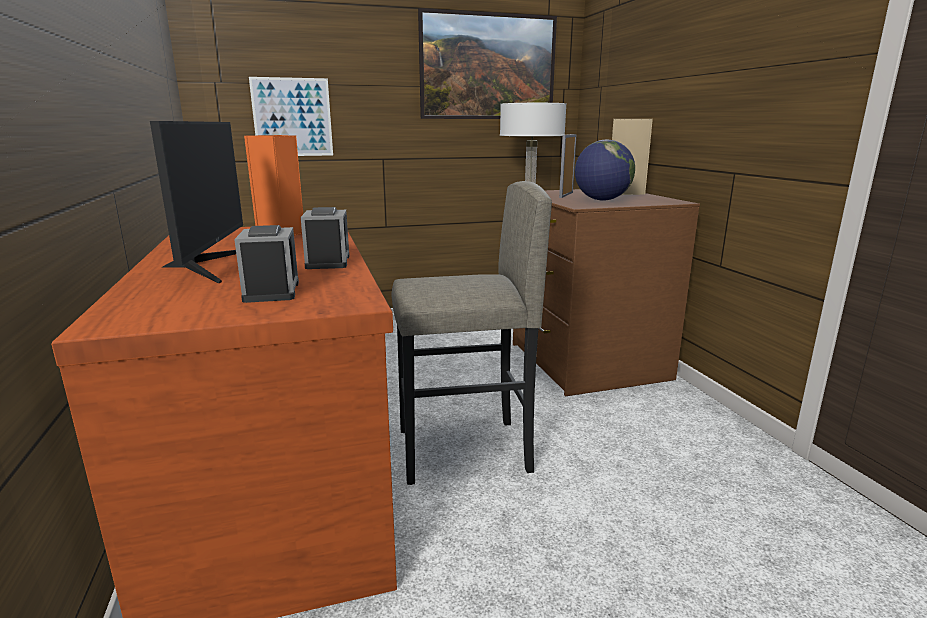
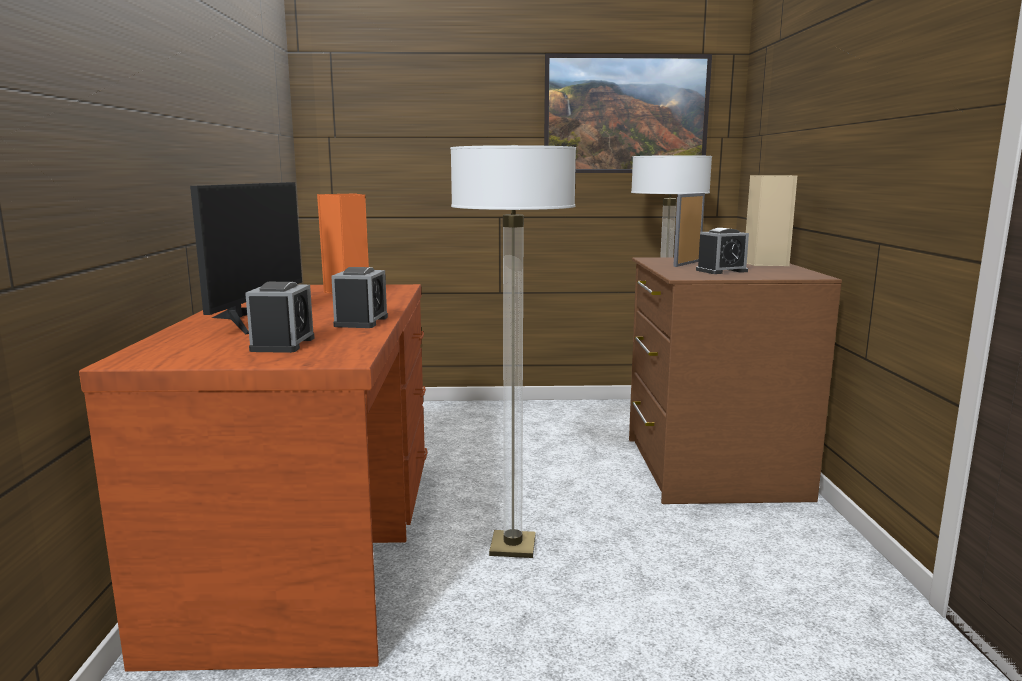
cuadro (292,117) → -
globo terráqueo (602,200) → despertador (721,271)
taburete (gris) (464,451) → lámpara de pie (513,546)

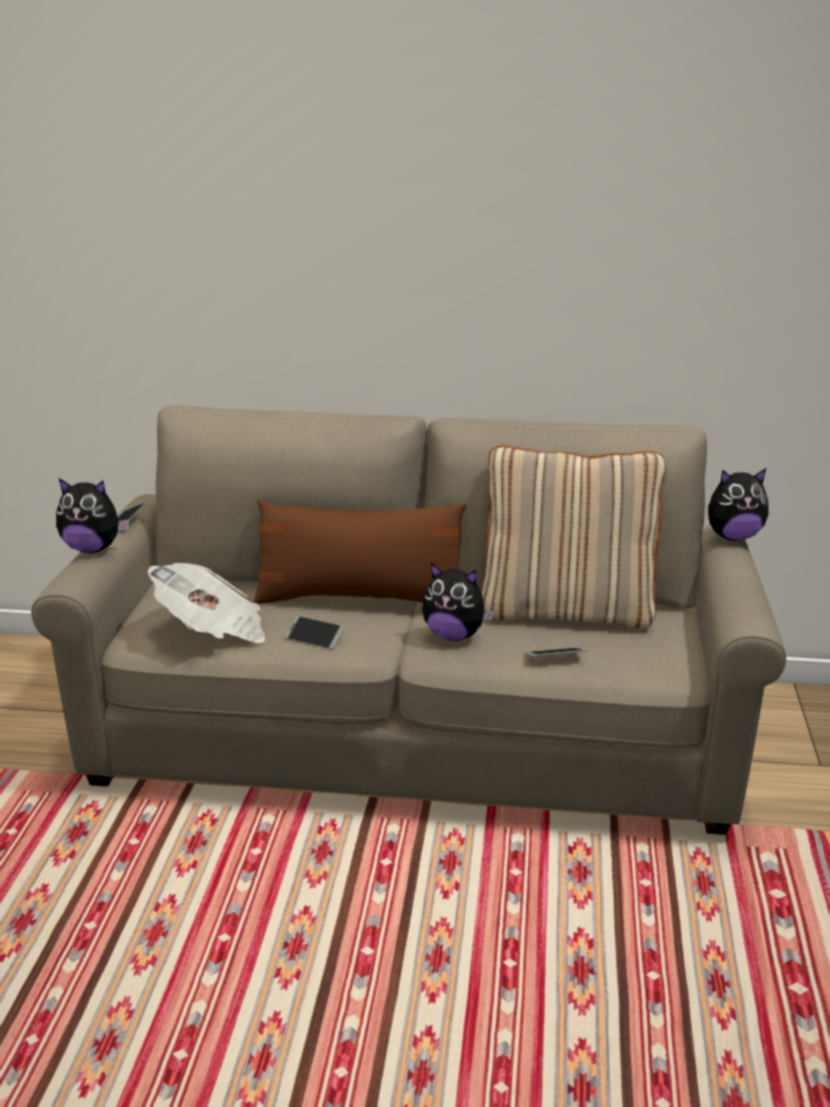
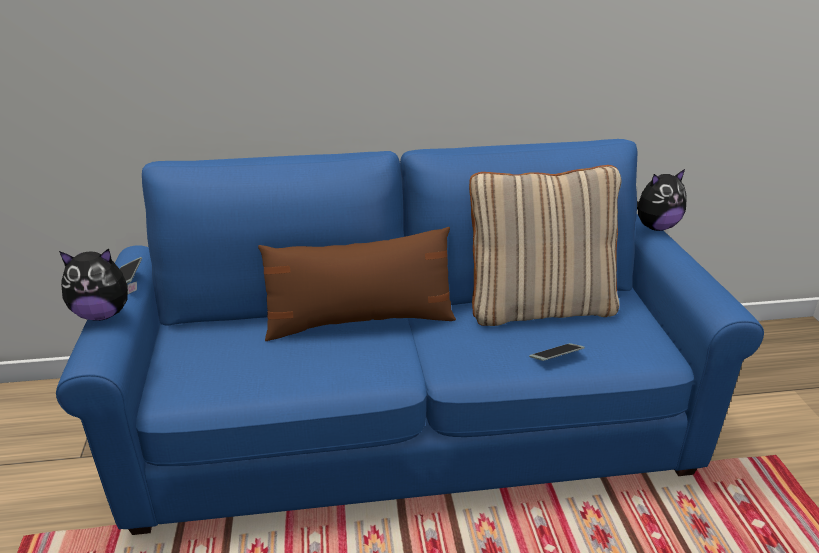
sofá (beis) (415,736) → sofá (azul) (410,425)
periódico (213,630) → -
peluche (454,635) → -
móvil (315,638) → -

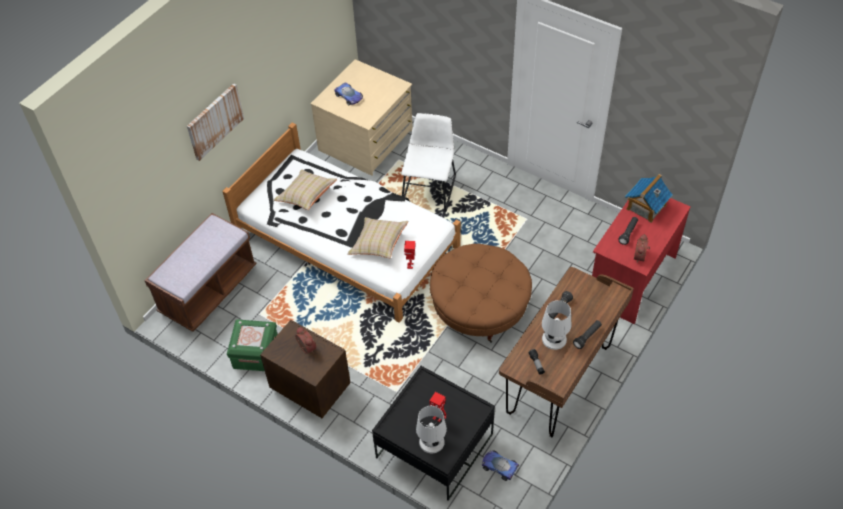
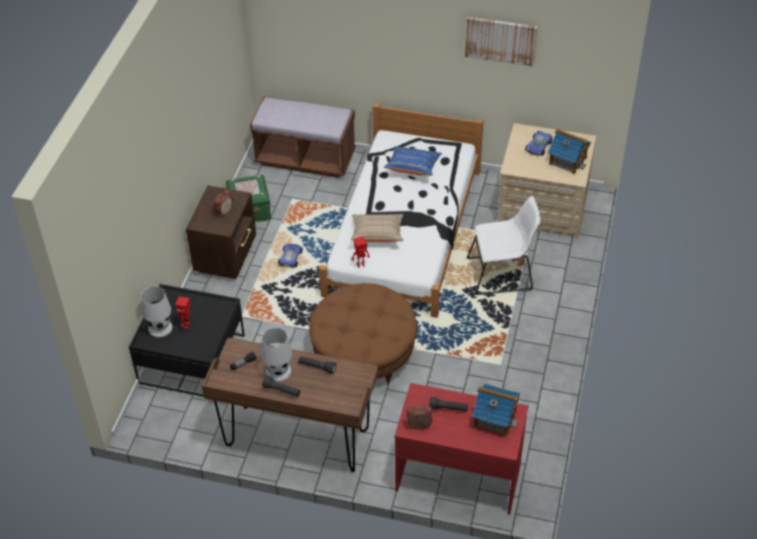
cuadro (214,121) → cuadro (500,40), moved
cojín (beis) (306,196) → cojín (azul) (413,168)
coche de juguete (499,466) → coche de juguete (290,257), moved
- → casita (567,160)

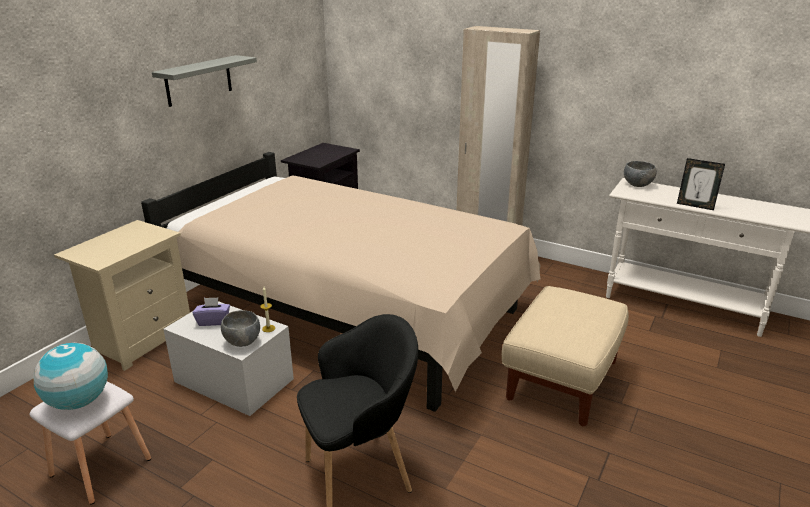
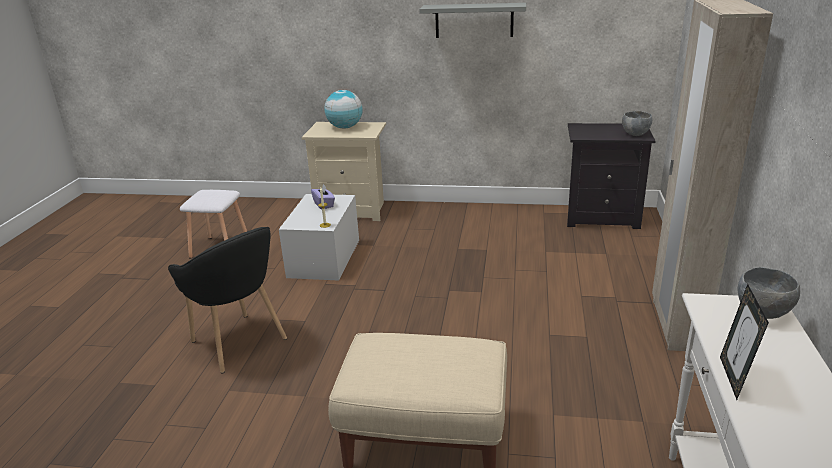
cama (beis) (350,312) → -
cuenco (gris) (242,342) → cuenco (gris) (635,134), moved
globo terráqueo (79,401) → globo terráqueo (345,127), moved

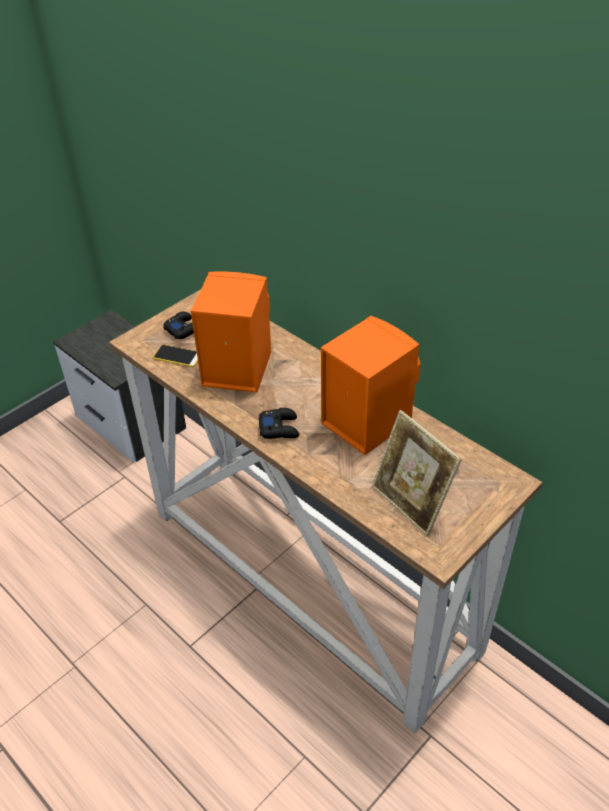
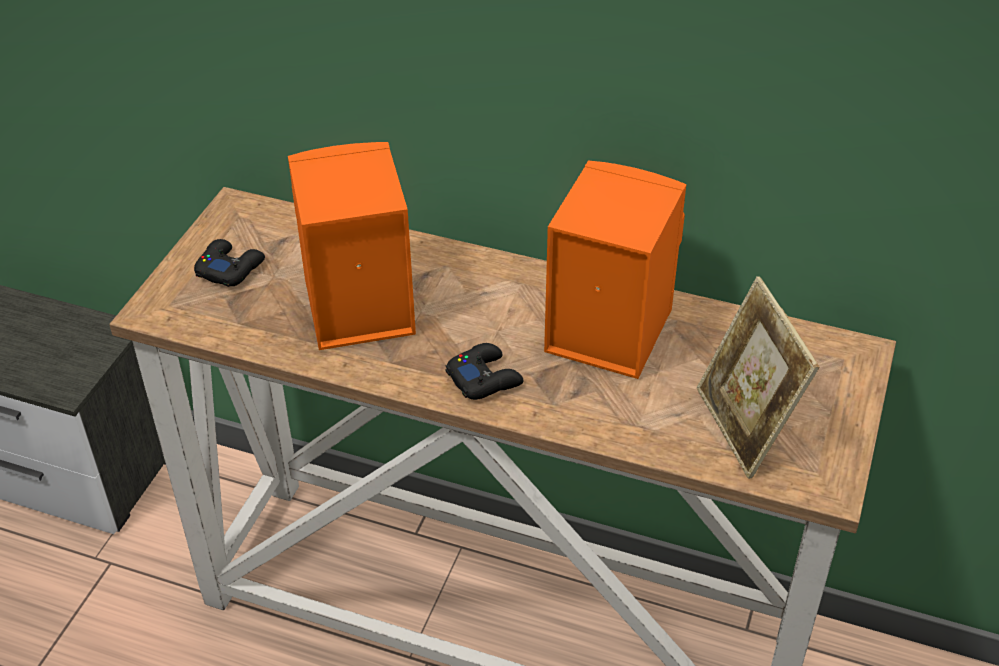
móvil (177,356) → -
portarretratos (410,503) → portarretratos (744,428), 45 degrees clockwise

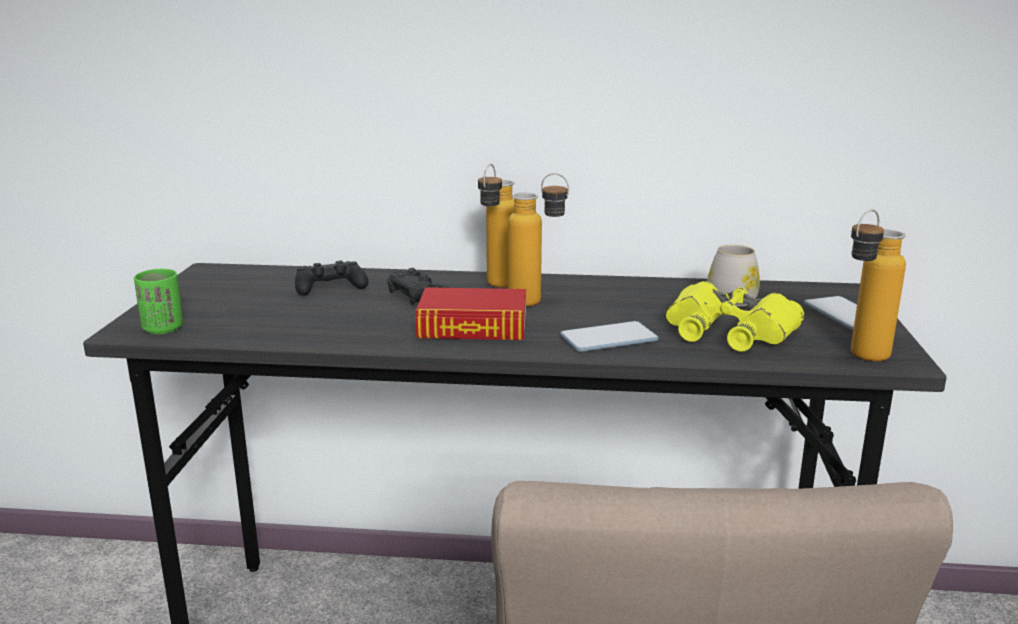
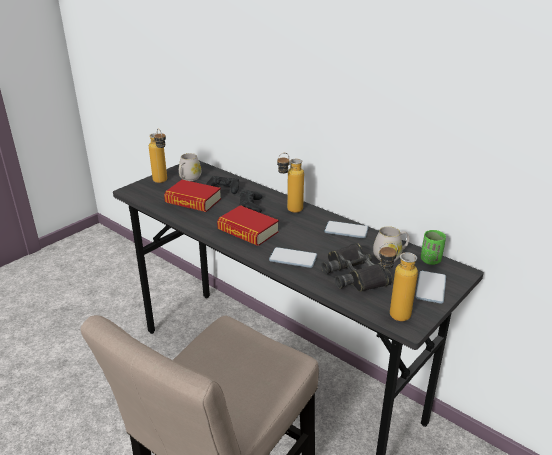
botella (537,303) → botella (162,182), moved
taza (verde) (163,328) → taza (verde) (430,260), moved
prismáticos (amarillo) (729,331) → prismáticos (negro) (354,274)
- → taza grande (blanco) (188,178)
- → libro (193,201)
- → móvil (346,230)

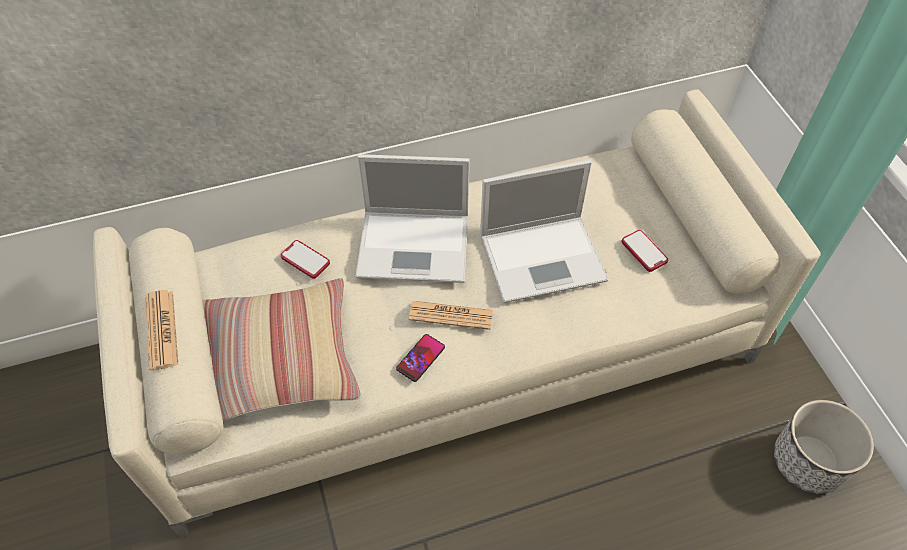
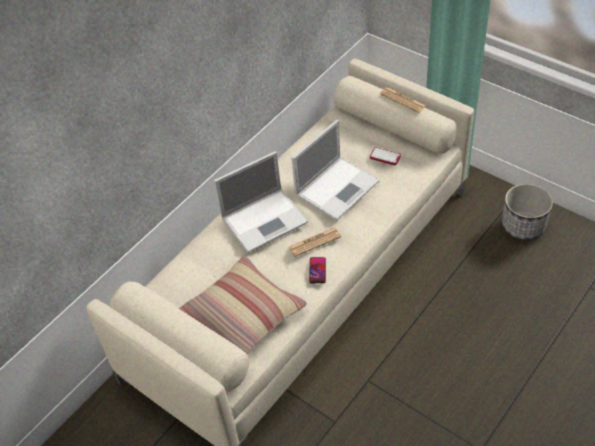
móvil (305,260) → -
periódico (162,330) → periódico (403,100), moved

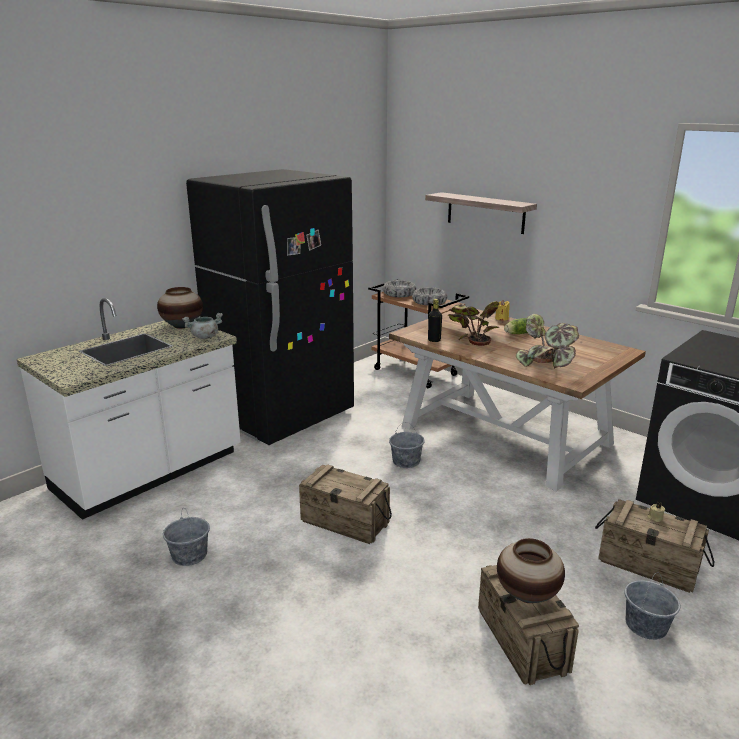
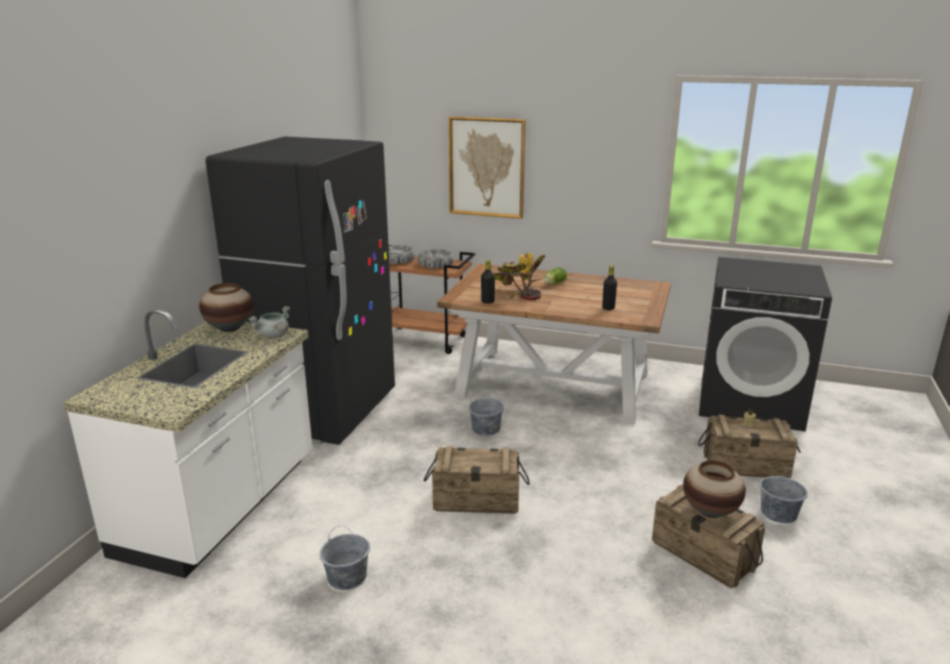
estante (485,213) → cuadro (486,167)
planta en maceta (547,365) → botella (negro) (608,308)

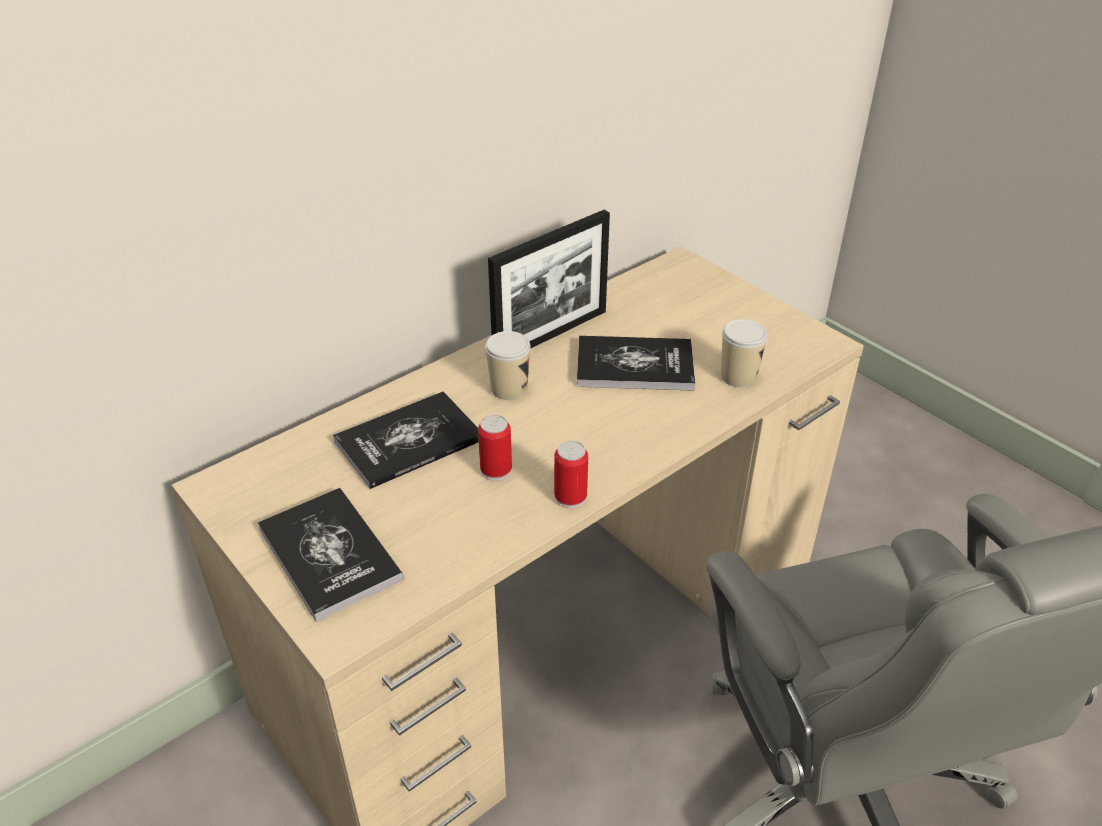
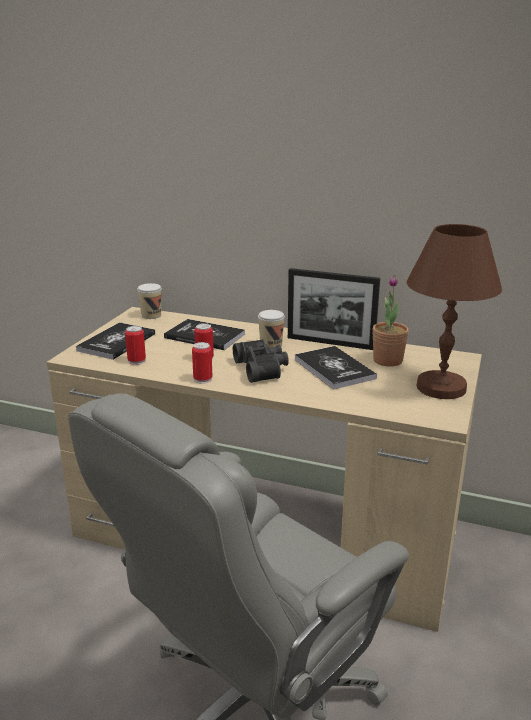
taza (738,376) → taza (151,315), moved
- → lámpara de mesa (marrón) (442,387)
- → planta en maceta (387,360)
- → lata (136,361)
- → prismáticos (negro) (262,368)

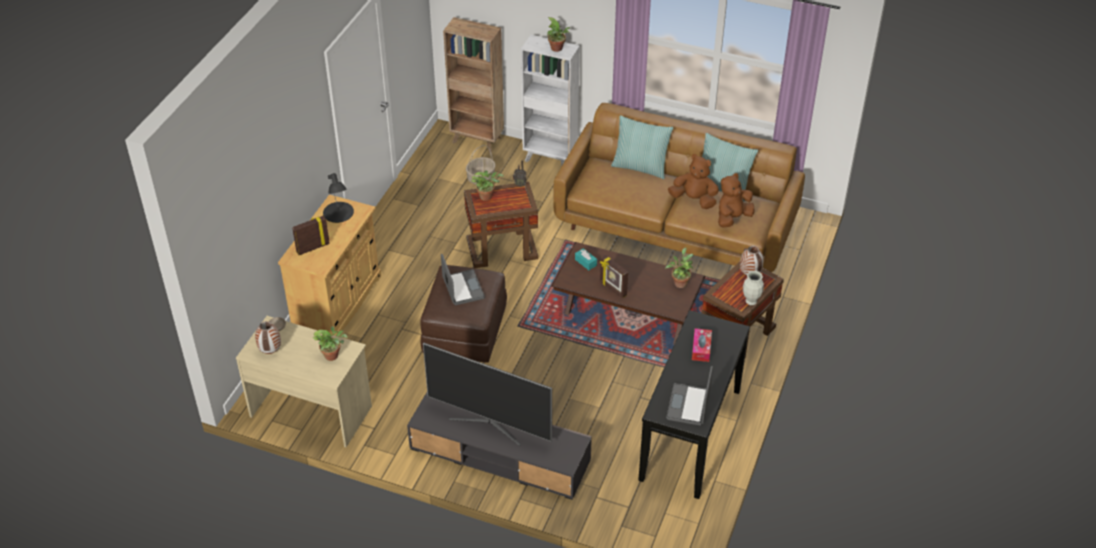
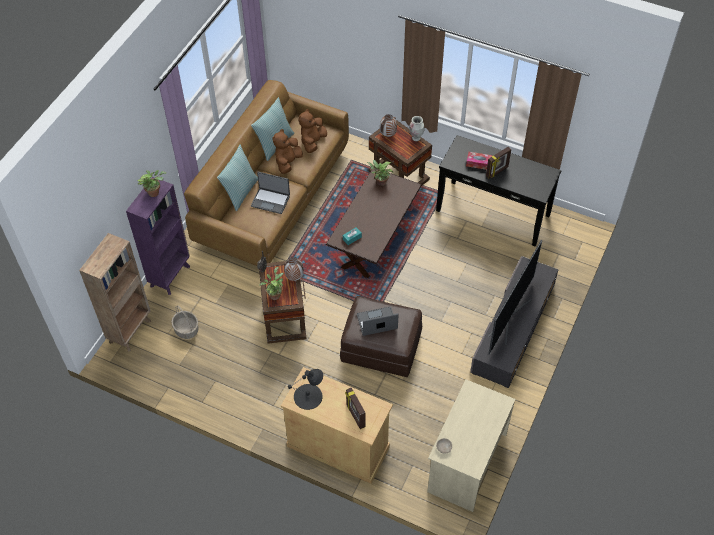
estantería (blanco) (550,159) → estantería (morado) (171,275)
peluche (marrón) (732,218) → peluche (marrón) (313,142), 60 degrees clockwise
portarretratos (612,289) → portarretratos (497,172), moved
florero (270,351) → florero (294,278), moved
planta en maceta (333,355) → -
portátil (689,405) → portátil (270,200), moved

